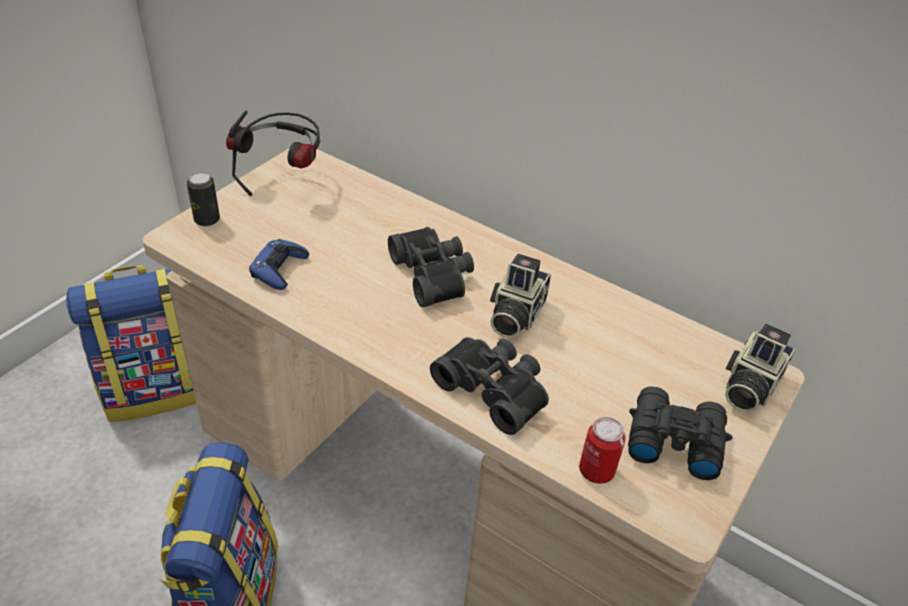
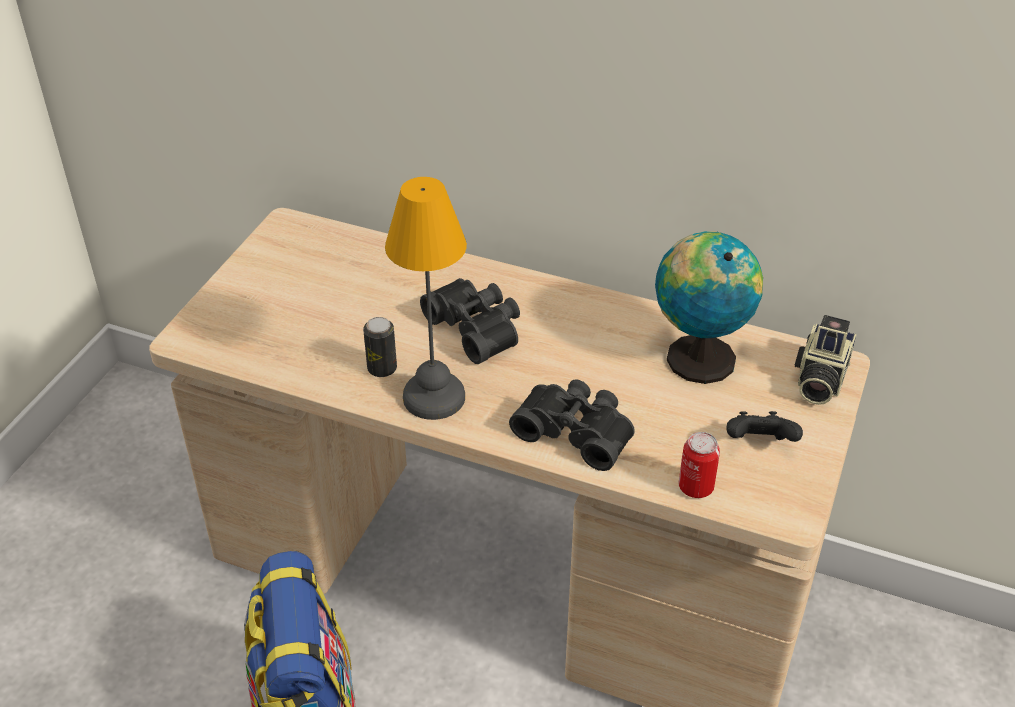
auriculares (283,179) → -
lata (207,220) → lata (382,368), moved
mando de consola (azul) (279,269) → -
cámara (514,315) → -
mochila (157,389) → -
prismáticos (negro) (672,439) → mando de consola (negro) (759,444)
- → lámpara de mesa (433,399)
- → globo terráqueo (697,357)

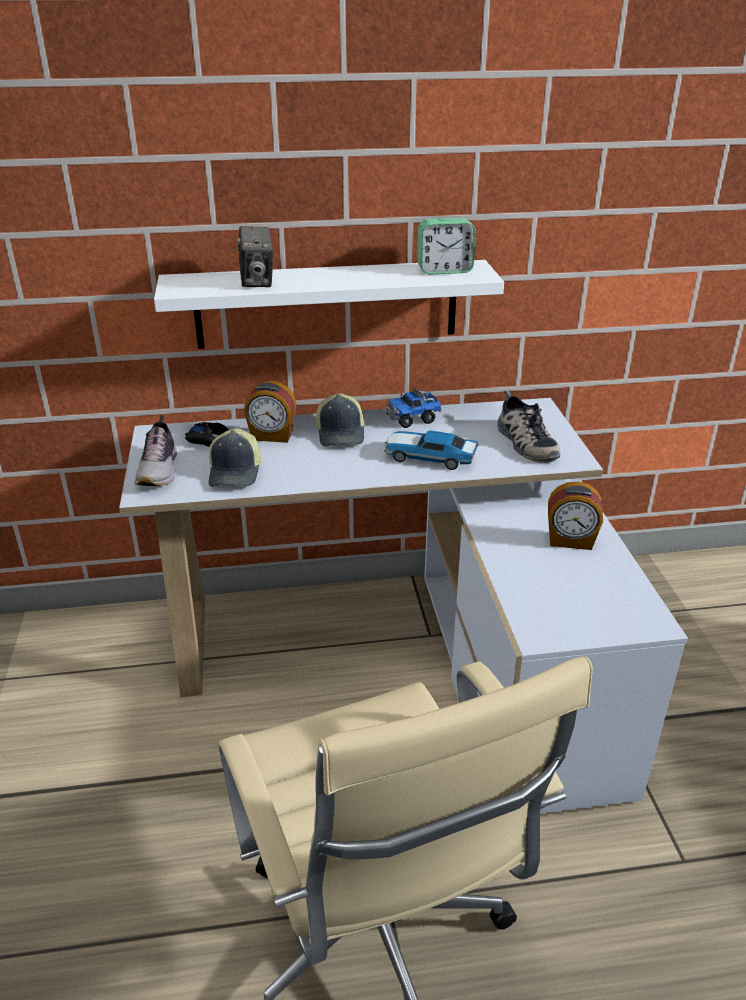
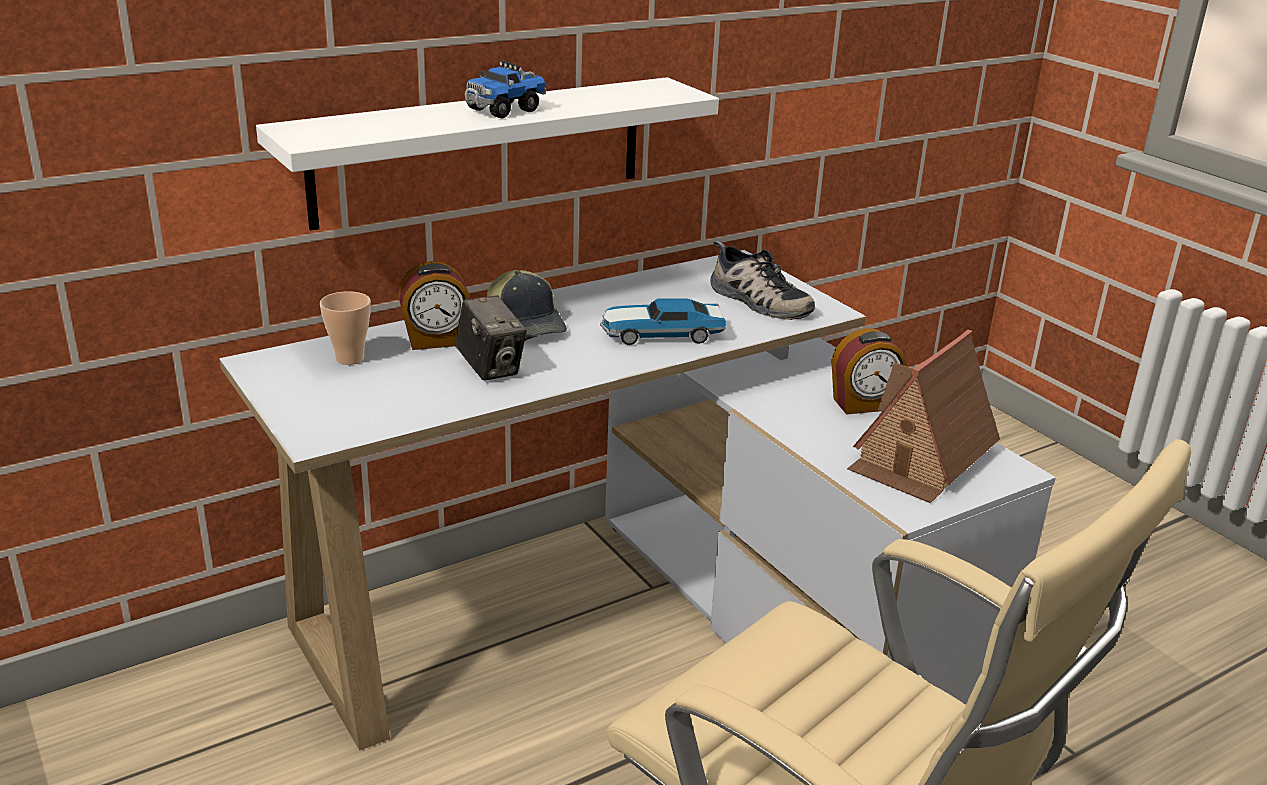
despertador (444,270) → -
cámara (257,282) → cámara (490,368), moved
camión de juguete (413,419) → camión de juguete (504,110), moved
zapato (159,470) → -
mando de consola (negro) (208,439) → taza (349,358)
gorra (236,472) → -
- → casita (921,458)

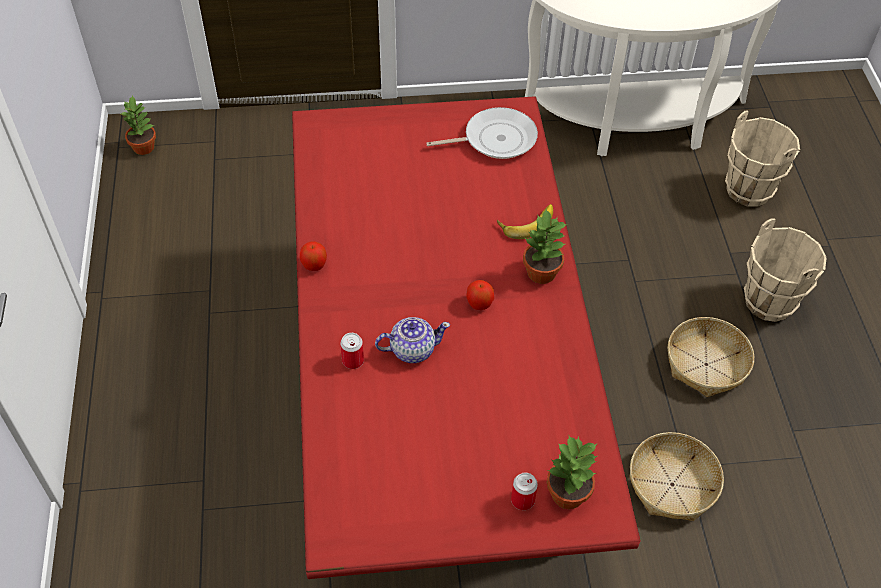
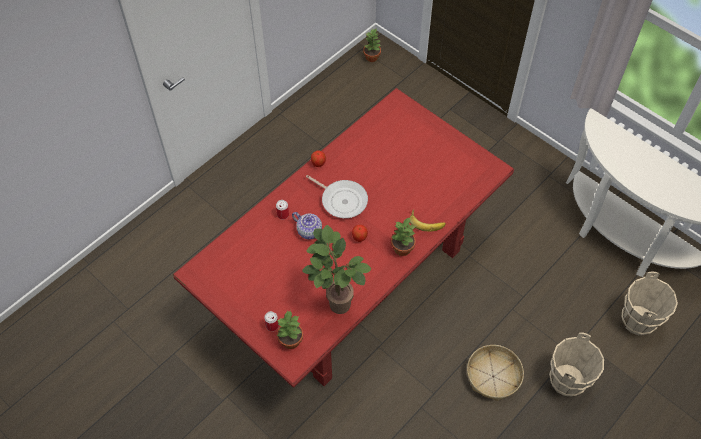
sartén (495,139) → sartén (342,200), moved
cesta (672,484) → -
- → planta en maceta (336,304)

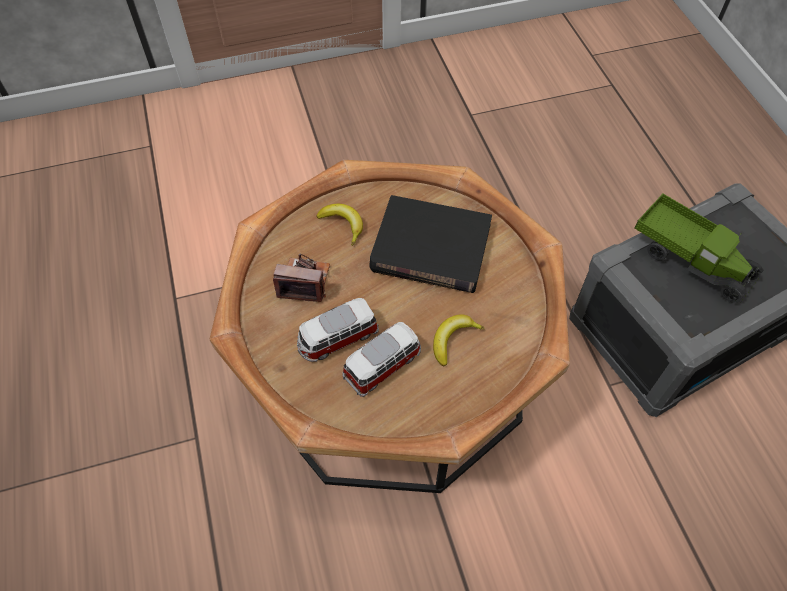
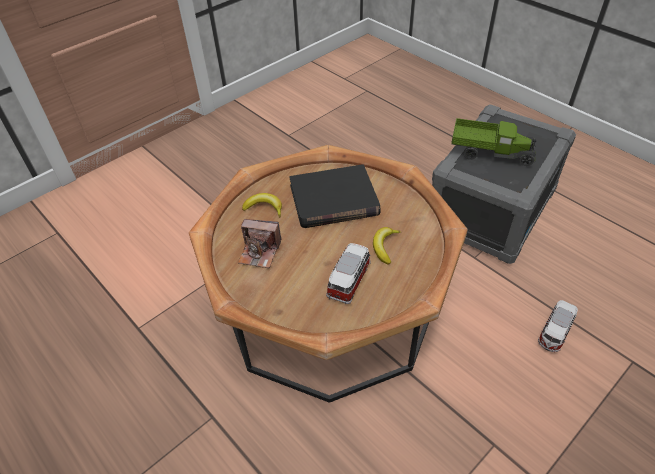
cámara (304,282) → cámara (260,252), 150 degrees counterclockwise
coche de juguete (337,339) → coche de juguete (554,332), moved

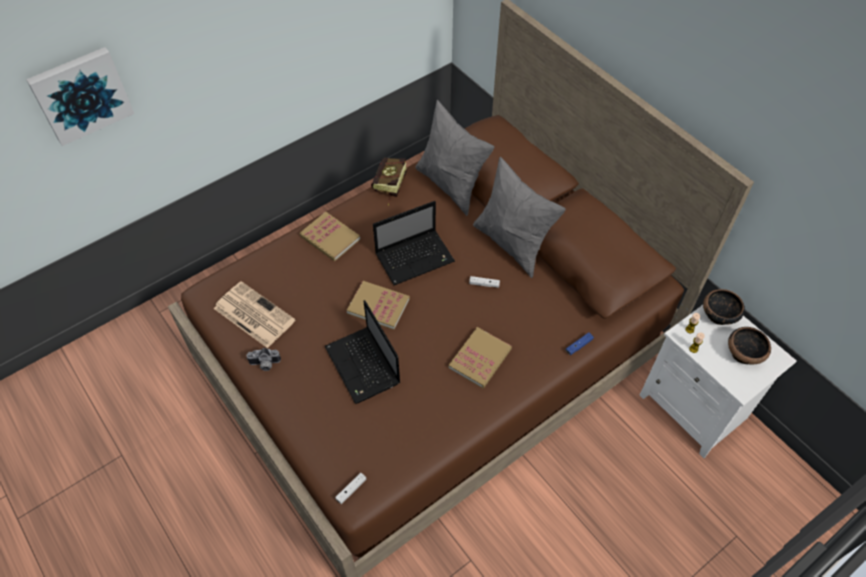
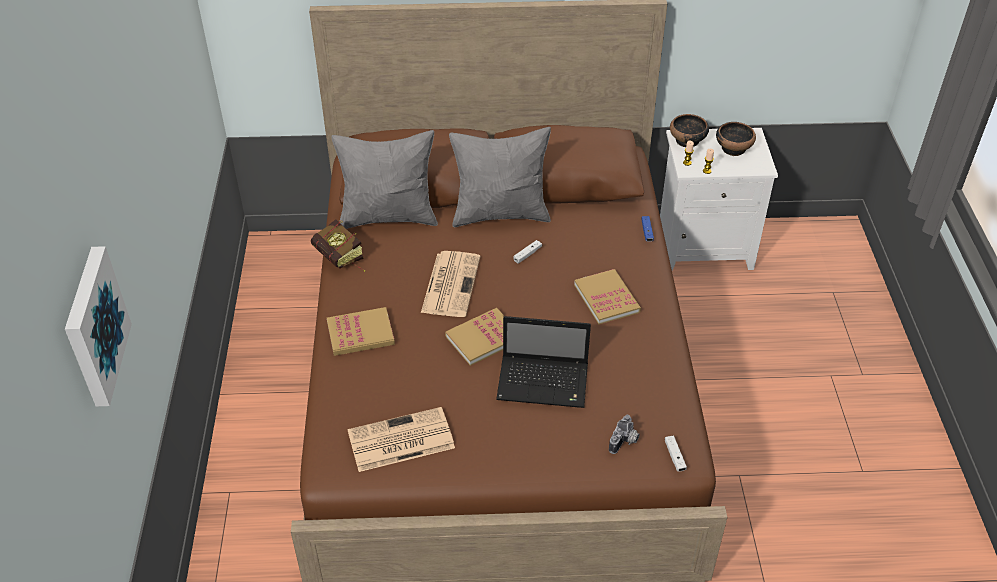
portátil (416,257) → periódico (450,283)
cámara (264,365) → cámara (625,442), moved

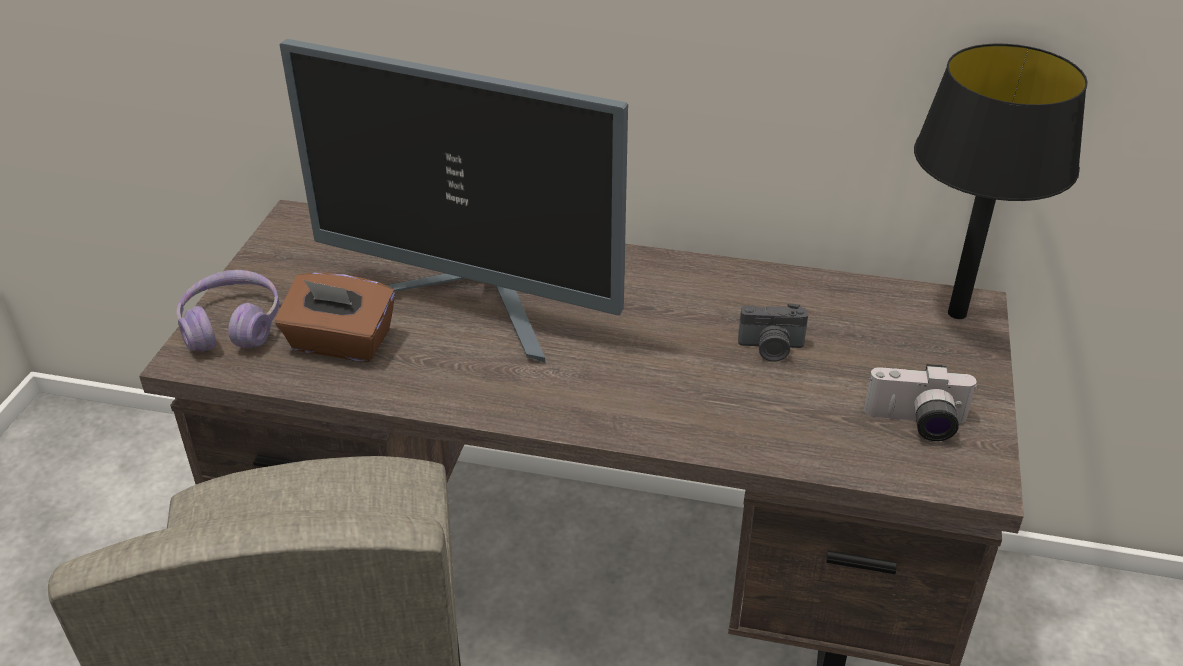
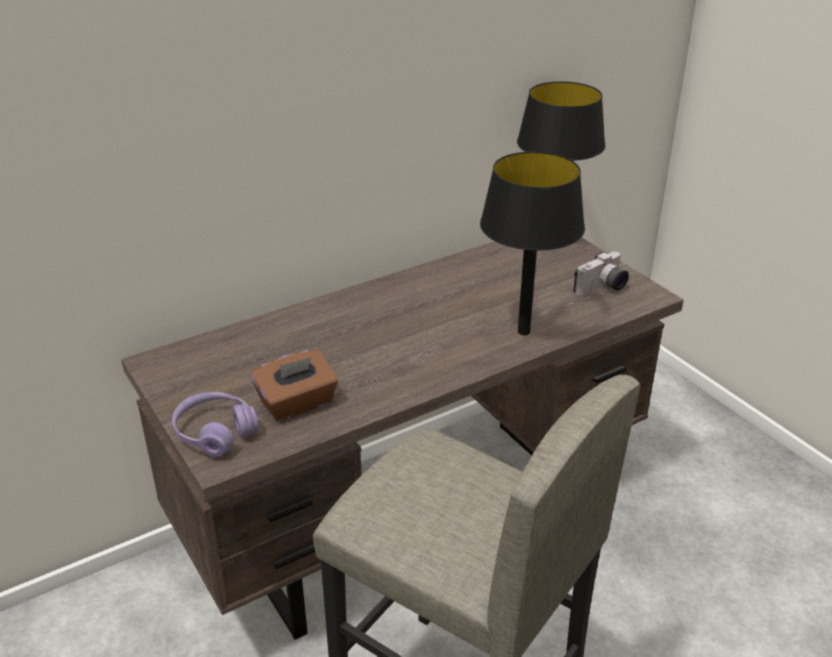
monitor (471,305) → -
cámara (771,348) → -
- → lámpara de mesa (negro) (524,331)

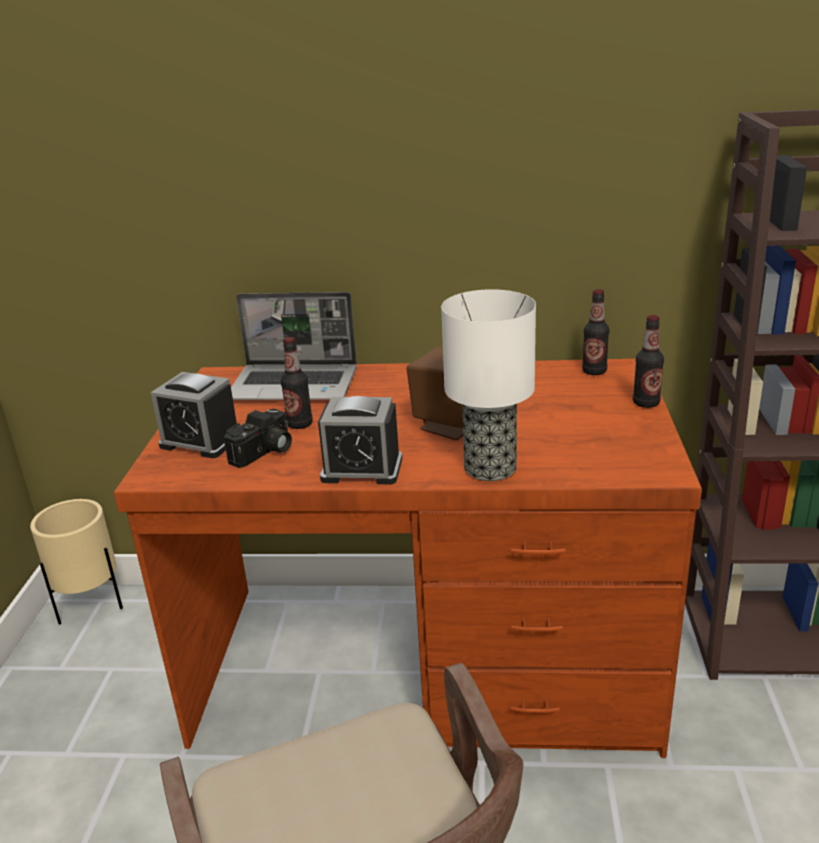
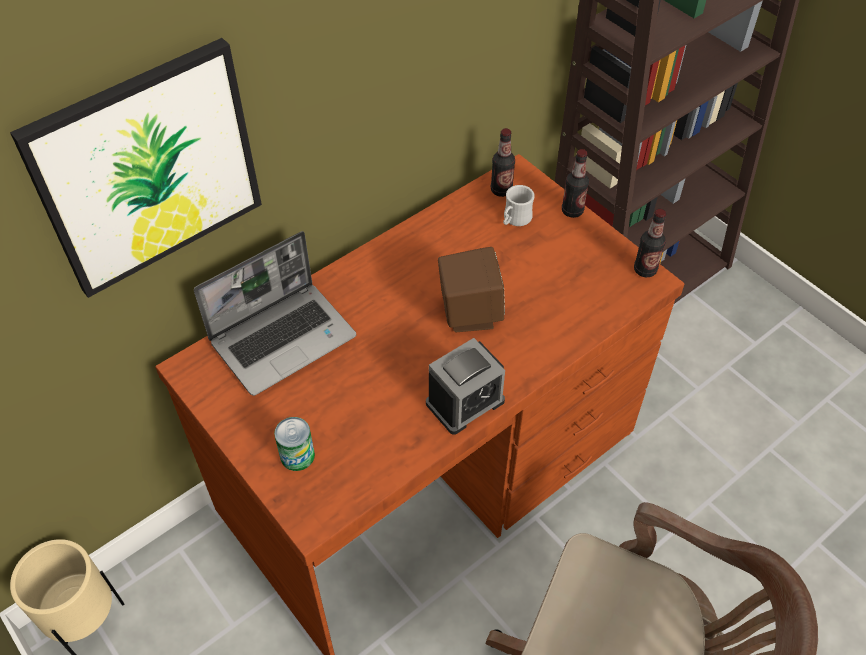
lámpara de mesa (490,469) → -
botella (299,424) → botella (645,270), moved
despertador (201,441) → lata (297,455)
cámara (264,453) → -
- → cuadro (148,169)
- → taza grande (blanco) (514,220)

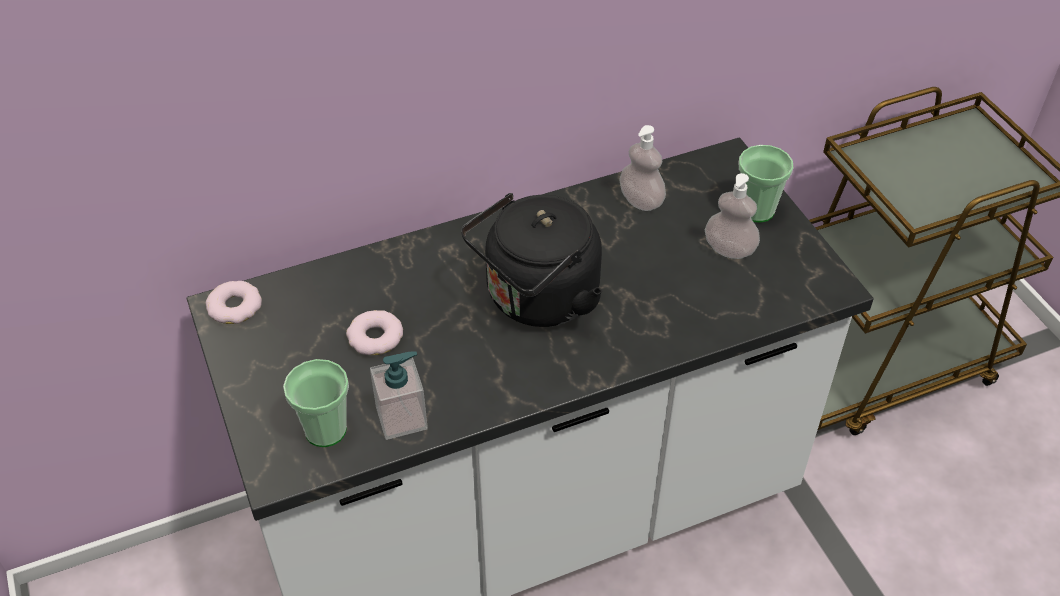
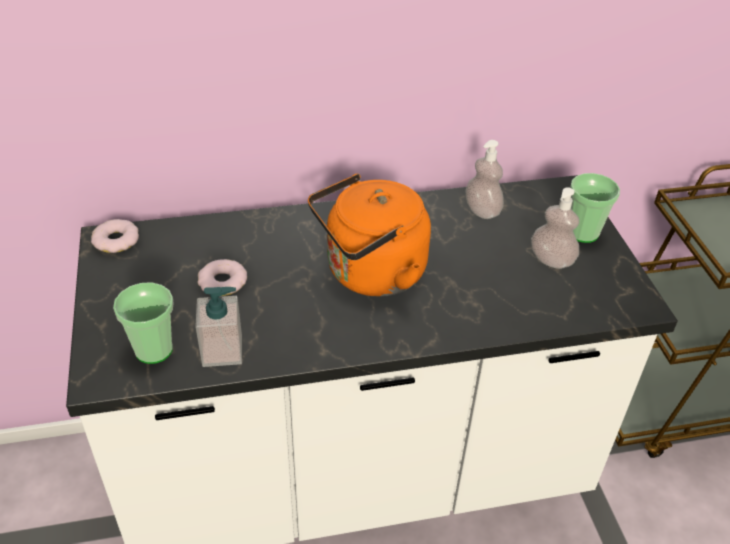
hervidor (negro) (537,300) → hervidor (naranja) (370,274)

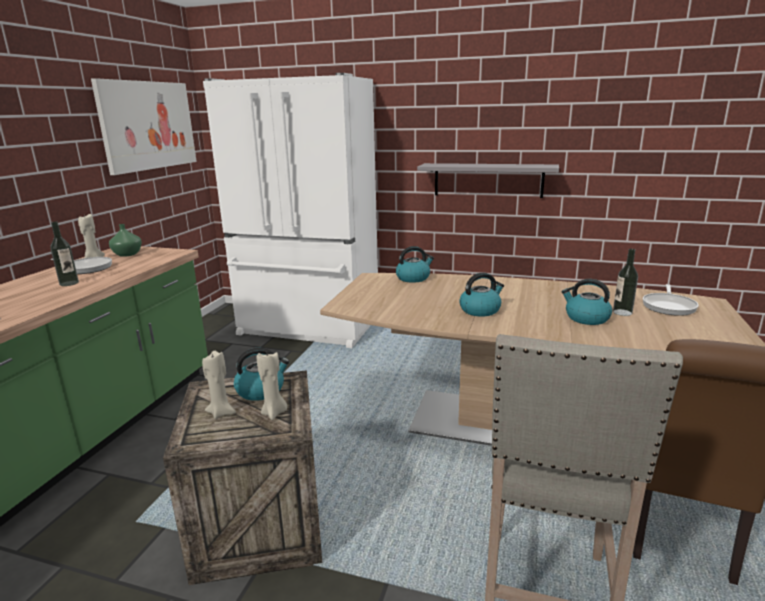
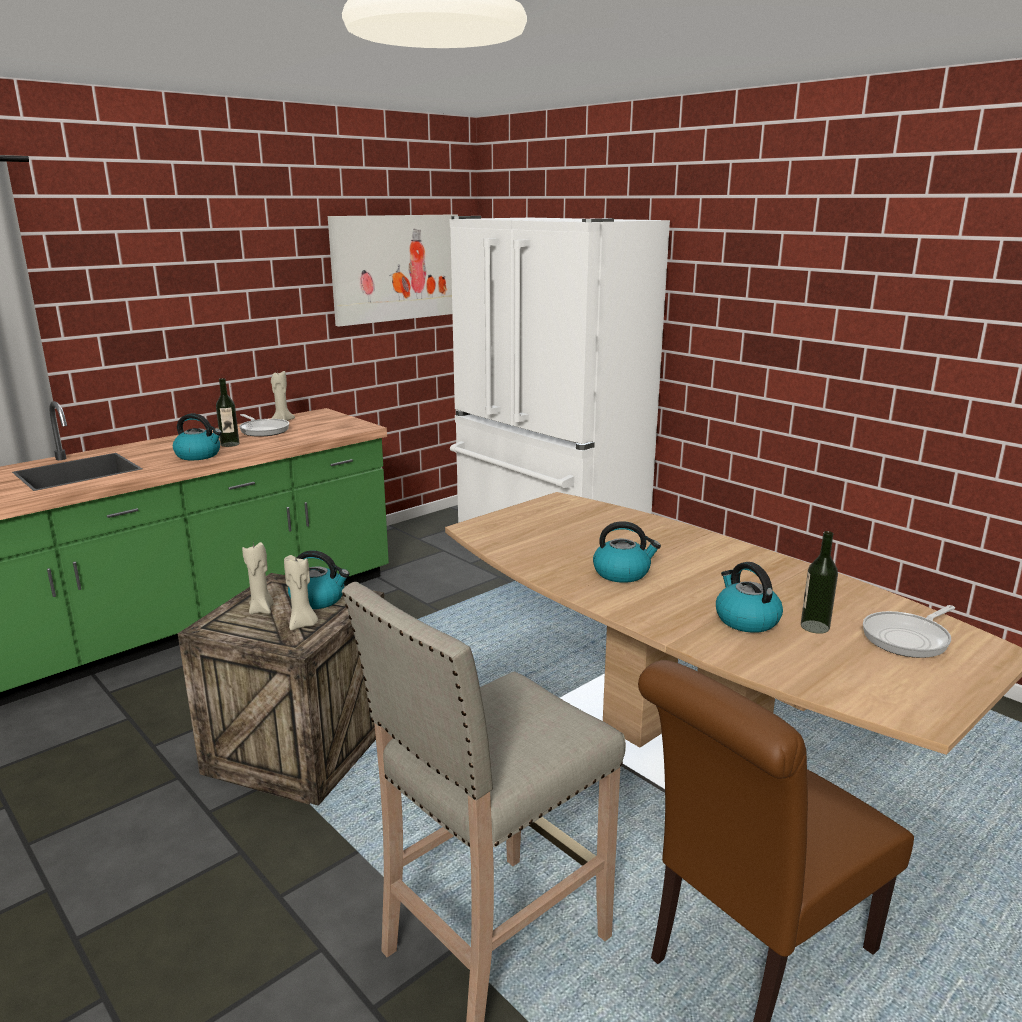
estante (gris) (488,180) → -
florero (verde) (127,254) → -
hervidor (413,278) → hervidor (199,455), moved

